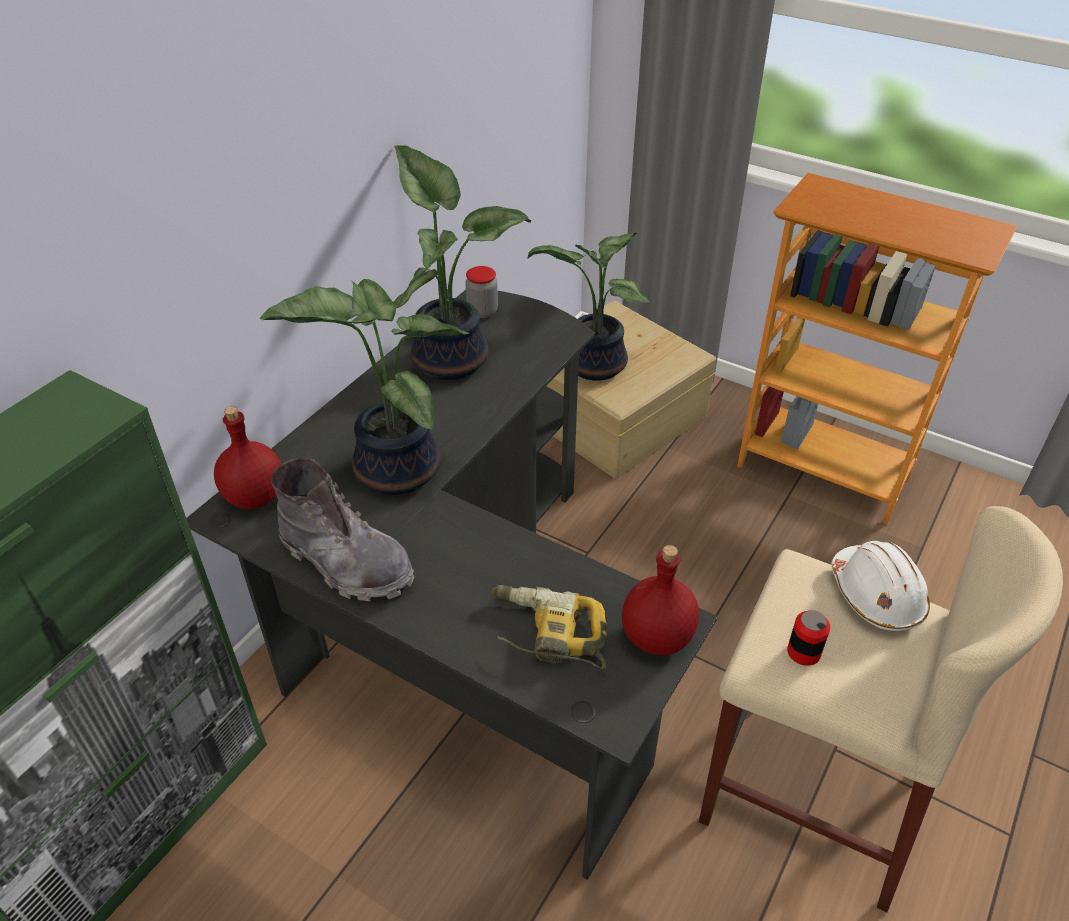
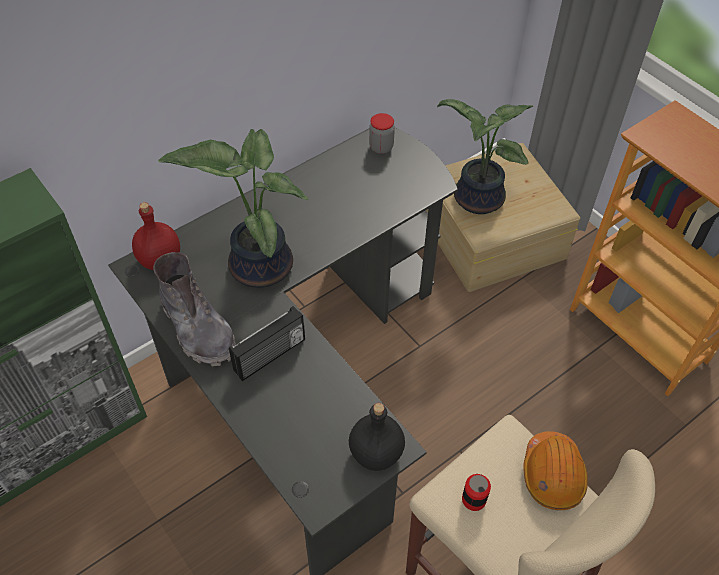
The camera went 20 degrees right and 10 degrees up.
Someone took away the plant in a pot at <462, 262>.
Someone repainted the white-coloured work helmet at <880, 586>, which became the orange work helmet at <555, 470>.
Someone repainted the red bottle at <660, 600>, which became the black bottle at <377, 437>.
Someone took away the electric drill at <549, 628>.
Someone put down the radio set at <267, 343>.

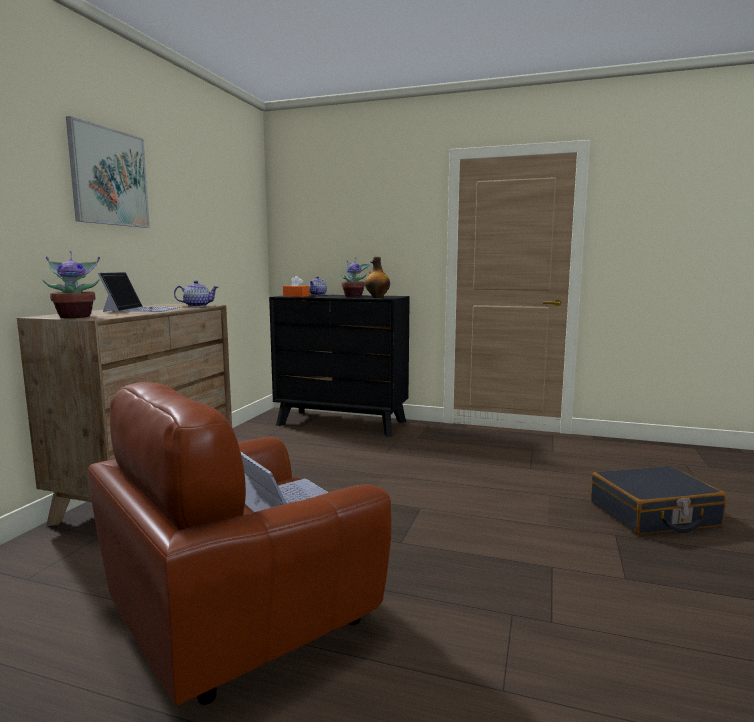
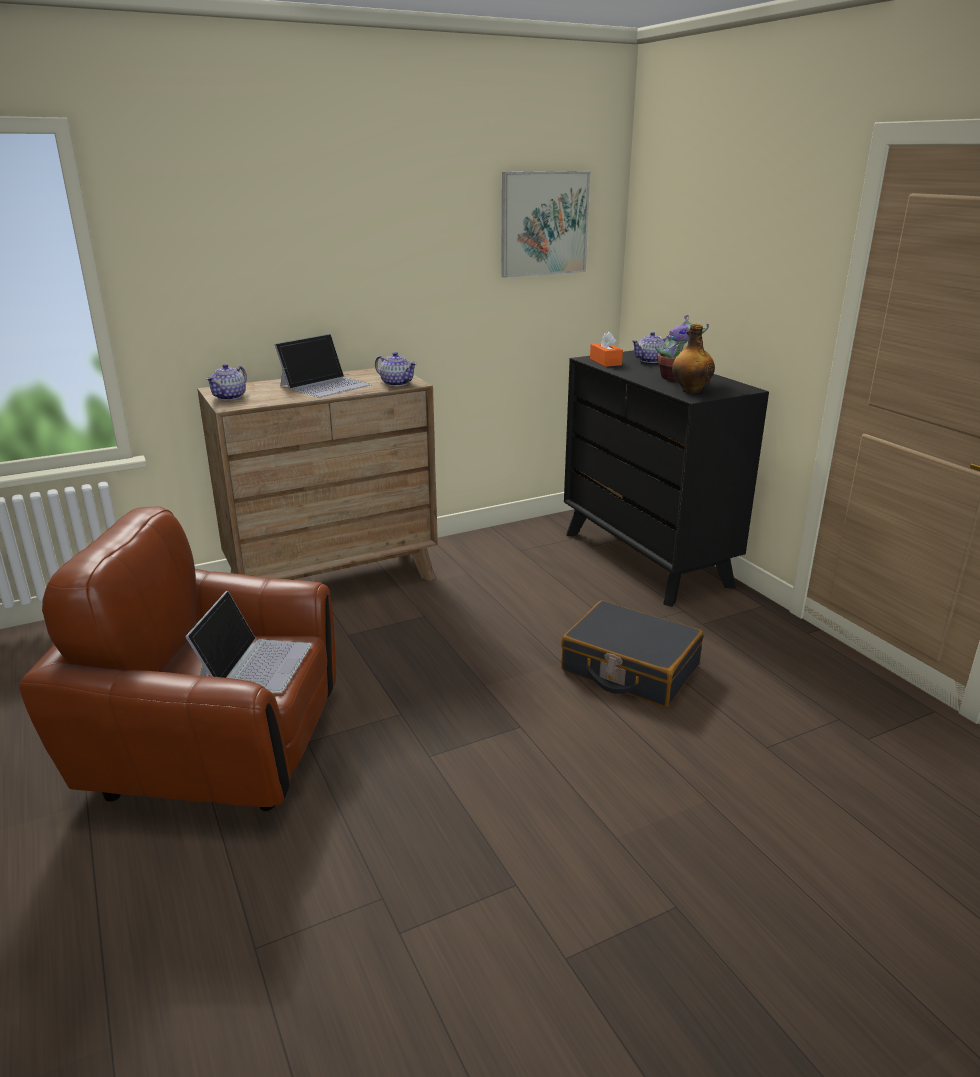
The camera went 45 degrees right and 15 degrees up.
Someone carried the wall art from <108, 172> to <545, 224>.
Someone swapped the plant in a pot at <71, 284> for the pot for tea at <226, 382>.
Someone carried the black piece of luggage from <658, 500> to <632, 654>.

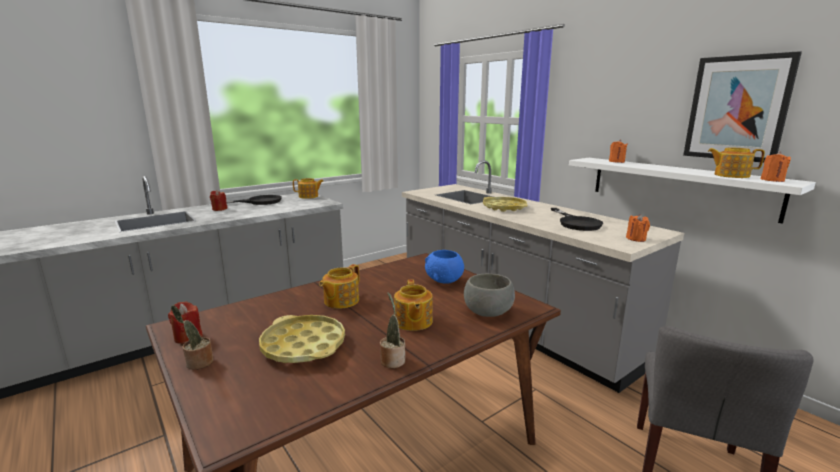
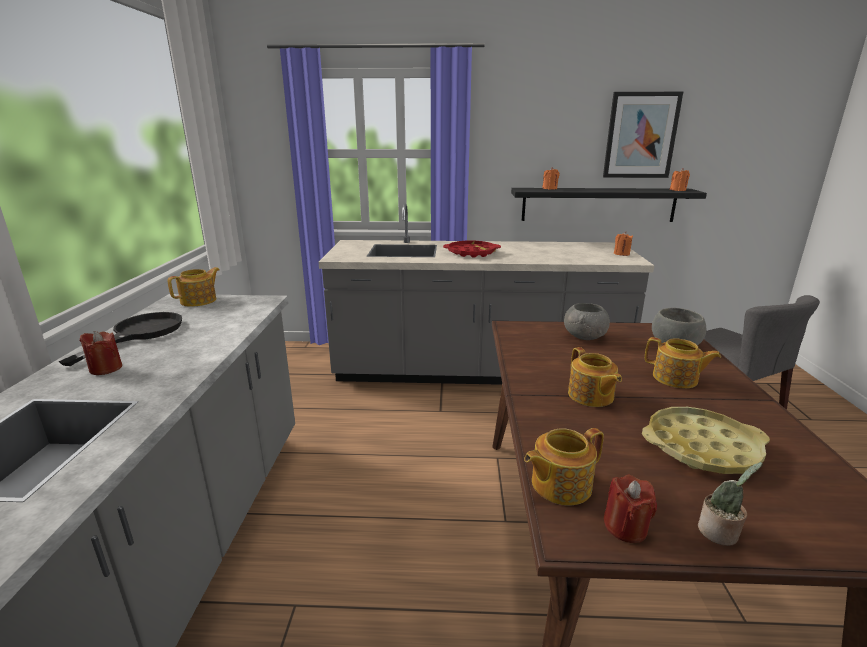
The camera went 50 degrees left and 5 degrees up.
Someone carried the pot for tea from <736, 163> to <564, 467>.
Someone repainted the white-coloured wall shelf at <692, 191>, which became the black wall shelf at <609, 205>.
Someone repainted the yellow serving tray at <505, 204>, which became the red serving tray at <472, 249>.
Someone took away the black skillet at <577, 219>.
Someone repainted the bluish serving bowl at <444, 267>, which became the greyish serving bowl at <587, 321>.
Someone took away the plant in a pot at <392, 330>.

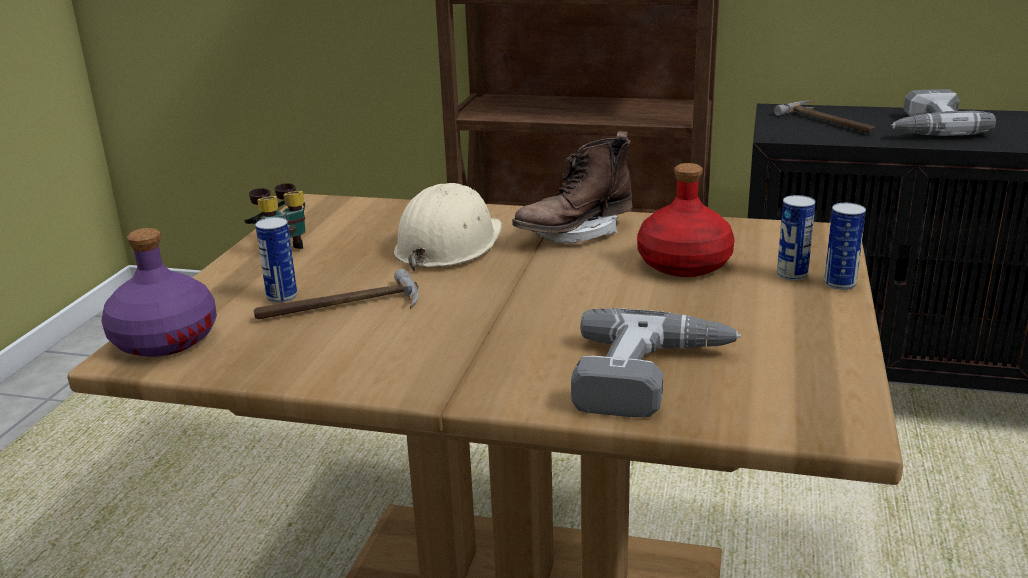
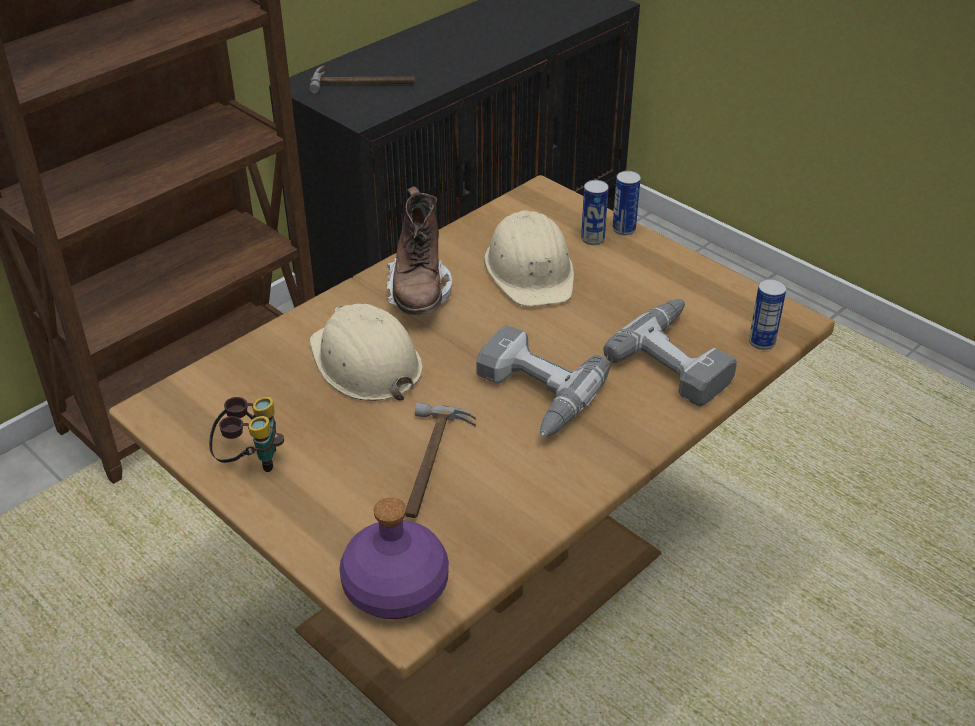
The camera went 60 degrees left and 15 degrees up.
Someone carried the electric drill from <943, 112> to <543, 381>.
Someone swapped the red bottle at <685, 220> for the sand-coloured work helmet at <529, 258>.
Someone carried the metal can from <276, 260> to <768, 314>.

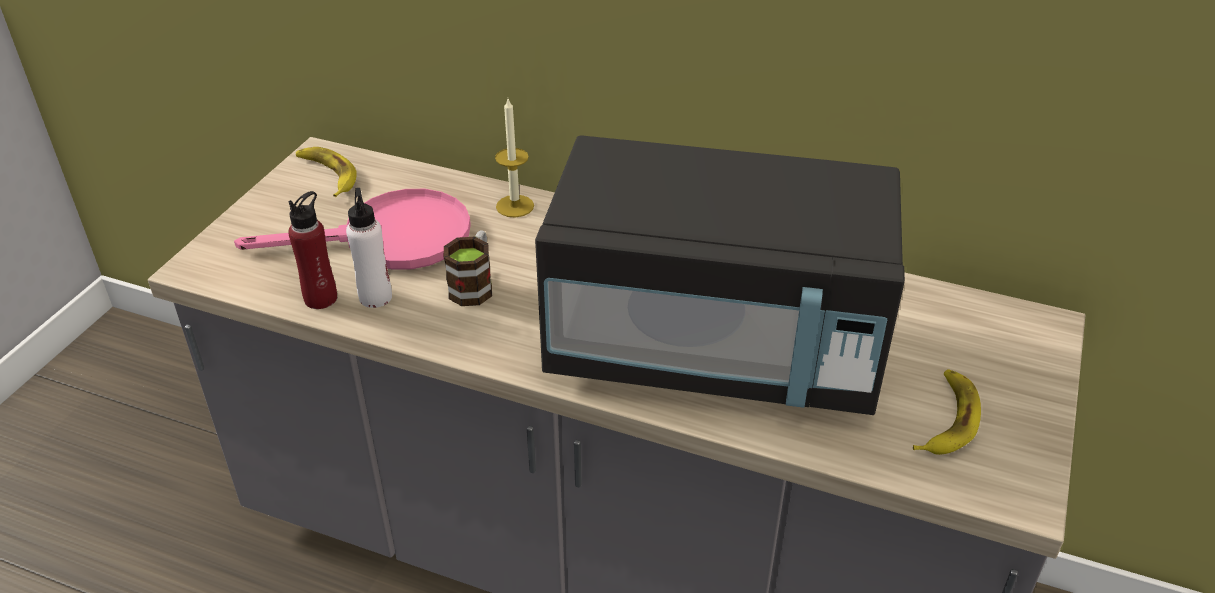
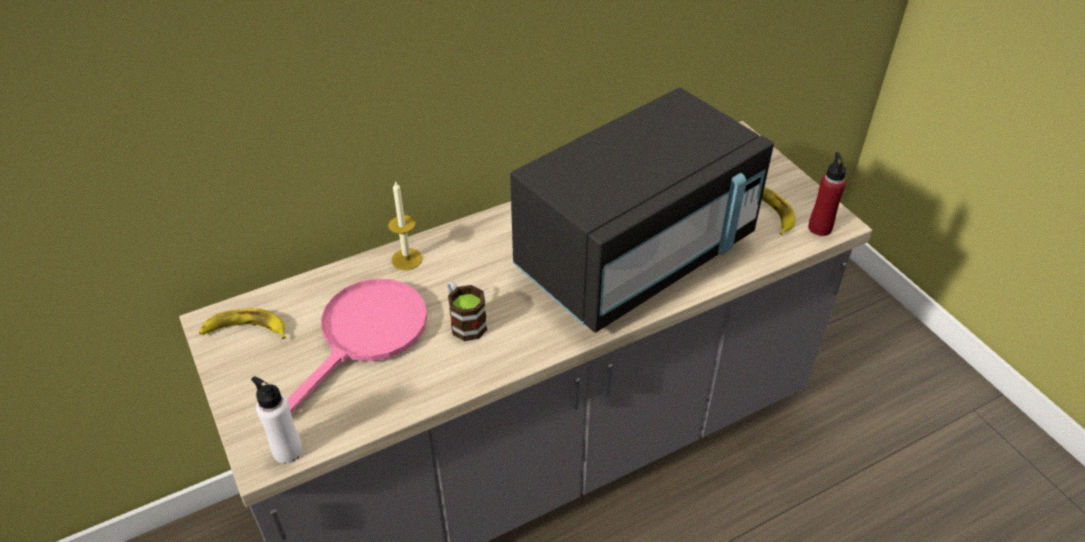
The camera went 50 degrees left and 5 degrees up.
Someone carried the white-coloured bottle from <369, 248> to <277, 420>.
Someone carried the red bottle from <312, 250> to <827, 194>.

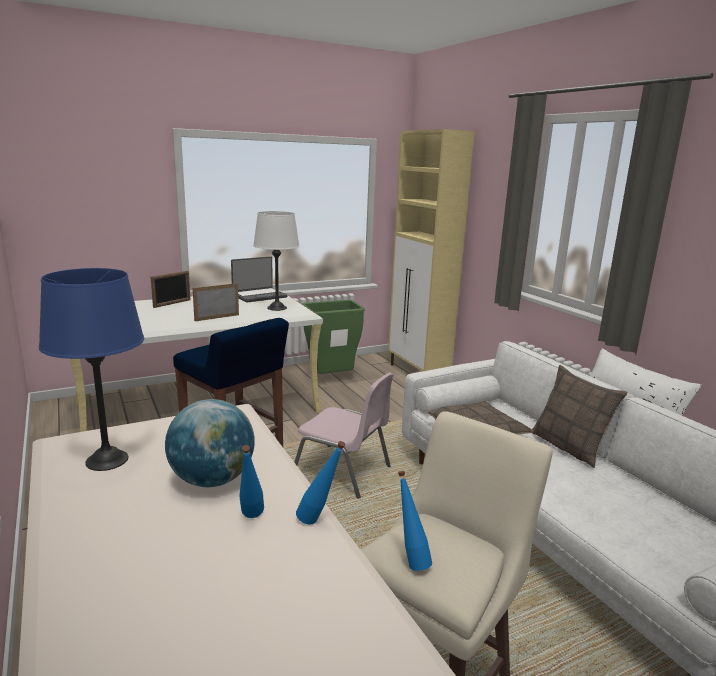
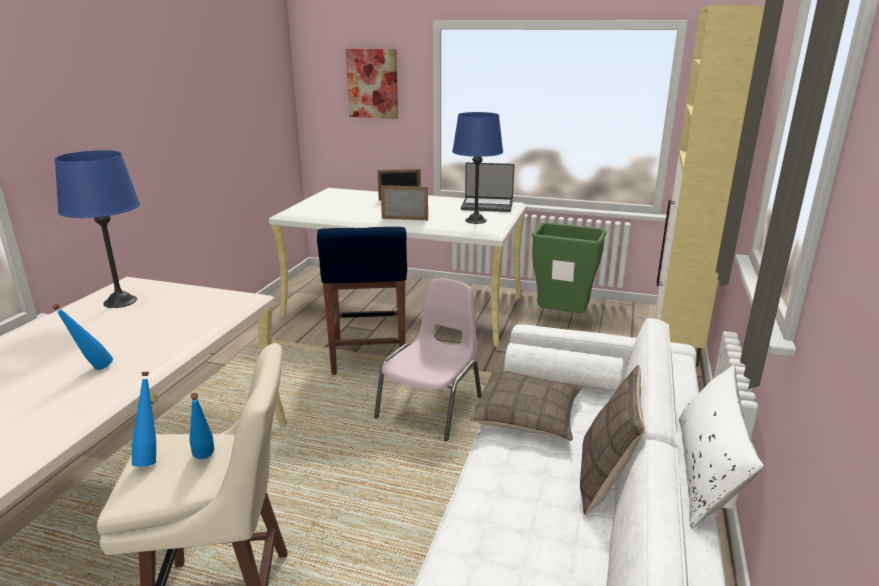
The camera went 45 degrees right and 5 degrees up.
Someone repainted the white-coloured lamp for a table at <276, 261>, which became the bluish lamp for a table at <477, 168>.
Someone rotated the pink chair at <343, 436> by 135 degrees counterclockwise.
Someone took away the world globe at <210, 443>.
Someone carried the bluish bottle from <320, 482> to <202, 426>.
Someone put up the wall art at <372, 84>.

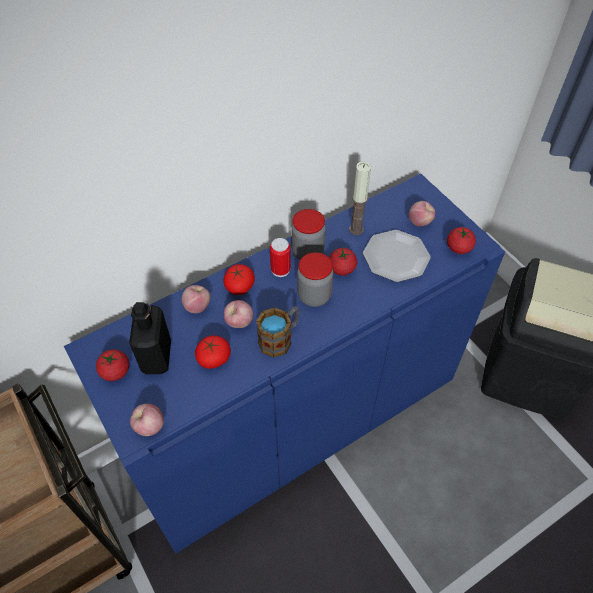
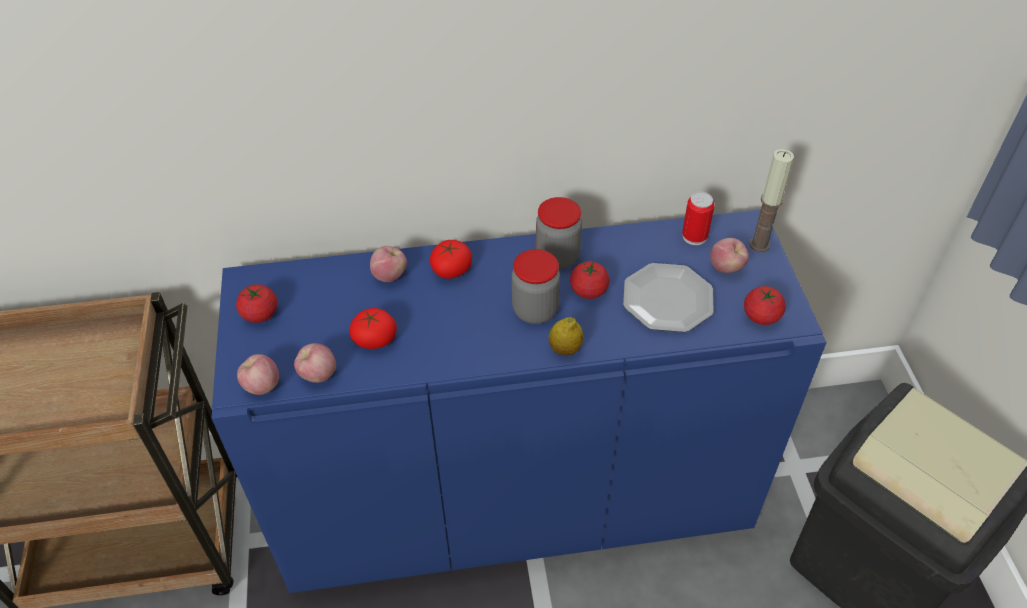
The camera went 25 degrees right and 5 degrees down.
Someone carried the wax candle from <360, 198> to <771, 200>.
Someone carried the metal can from <280, 257> to <698, 218>.
Someone carried the apple fruit from <238, 314> to <315, 363>.
Someone took away the black bottle at <150, 338>.
Someone took away the coffee mug at <278, 332>.
Someone put down the lemon at <566, 336>.

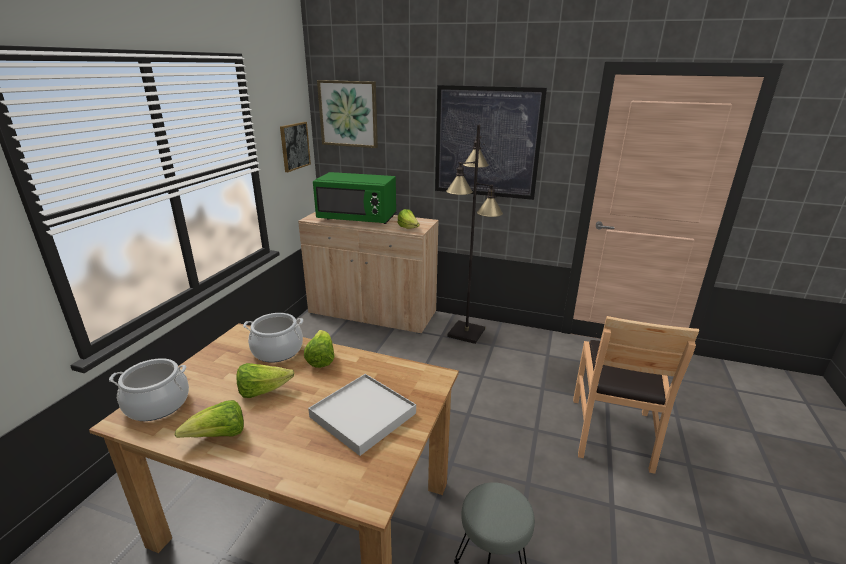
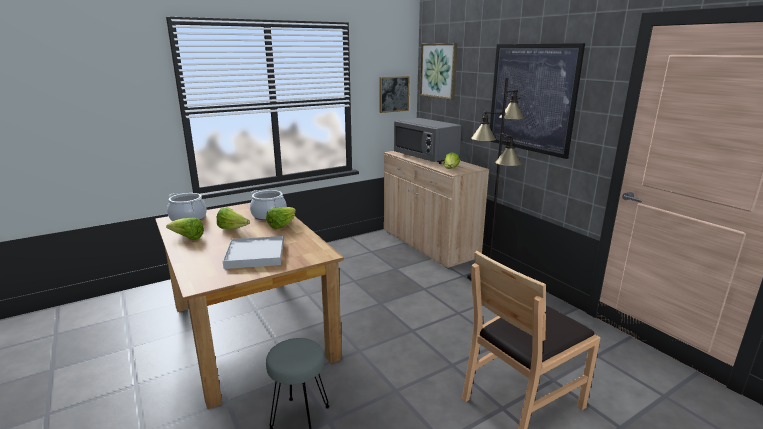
The camera went 40 degrees right and 5 degrees down.
Someone repainted the green-coloured microwave at <355, 198>, which became the greyish microwave at <428, 141>.

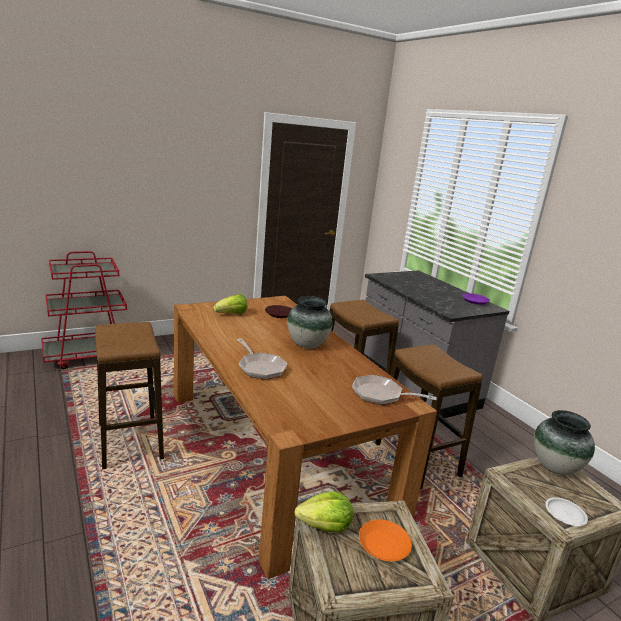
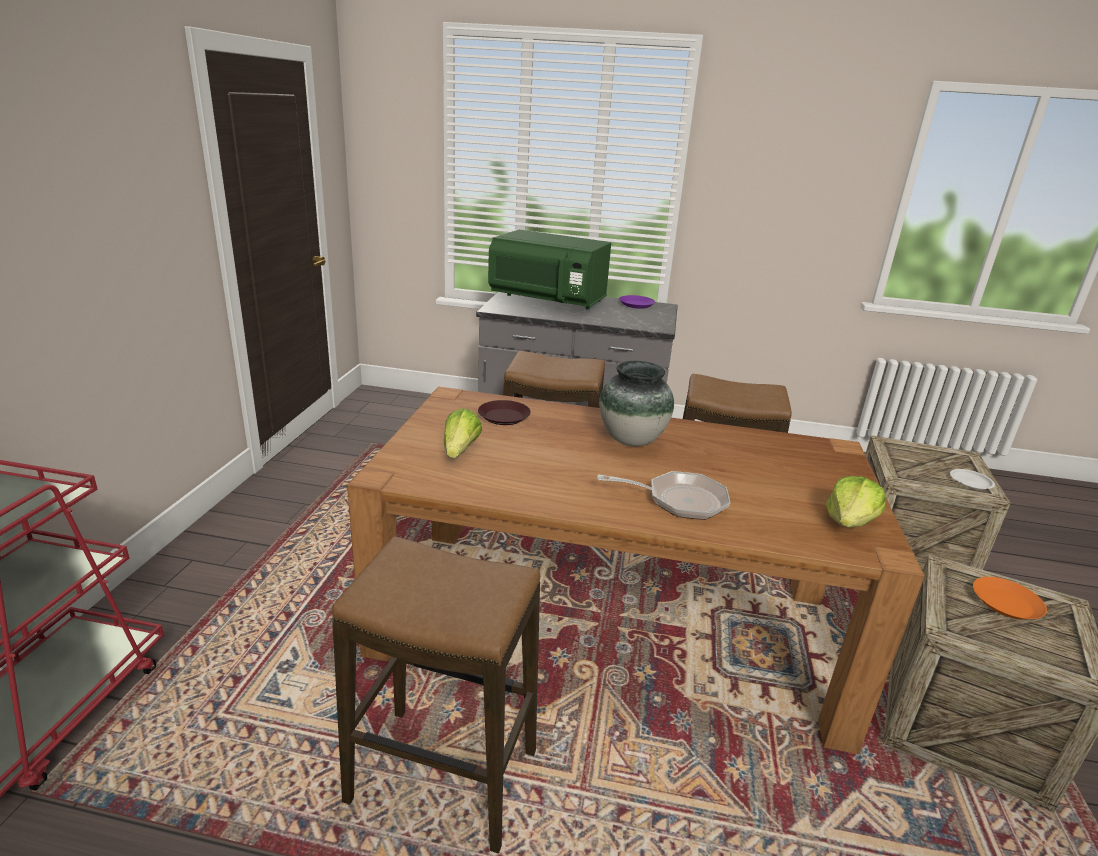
The camera went 50 degrees left and 5 degrees up.
Someone took away the skillet at <394, 390>.
Someone took away the vase at <564, 442>.
Someone carried the lettuce from <323, 512> to <856, 502>.
Someone put down the green-coloured microwave at <549, 269>.

